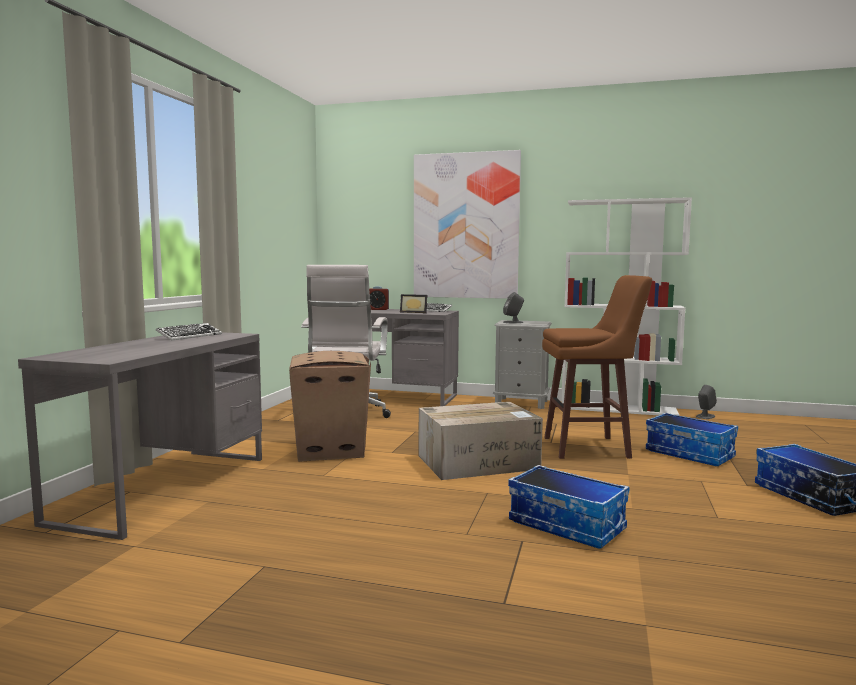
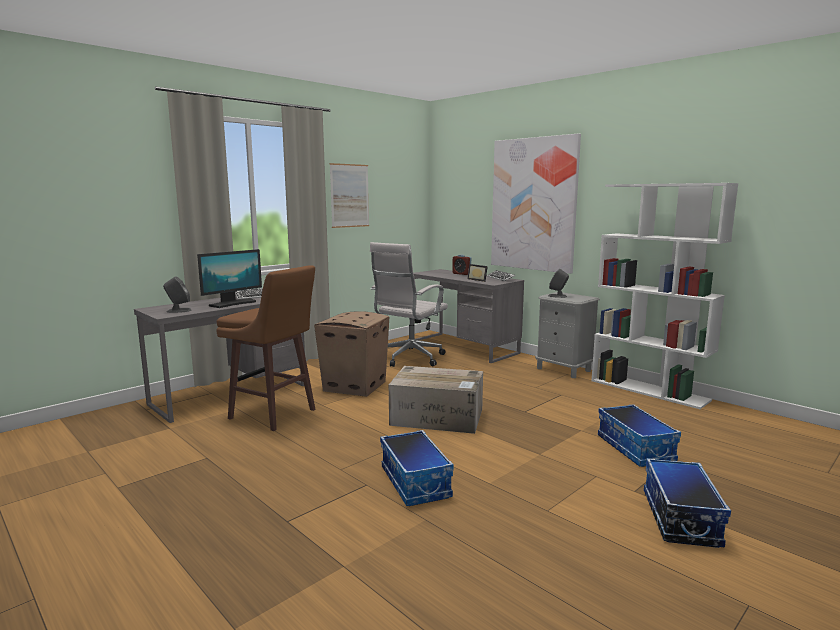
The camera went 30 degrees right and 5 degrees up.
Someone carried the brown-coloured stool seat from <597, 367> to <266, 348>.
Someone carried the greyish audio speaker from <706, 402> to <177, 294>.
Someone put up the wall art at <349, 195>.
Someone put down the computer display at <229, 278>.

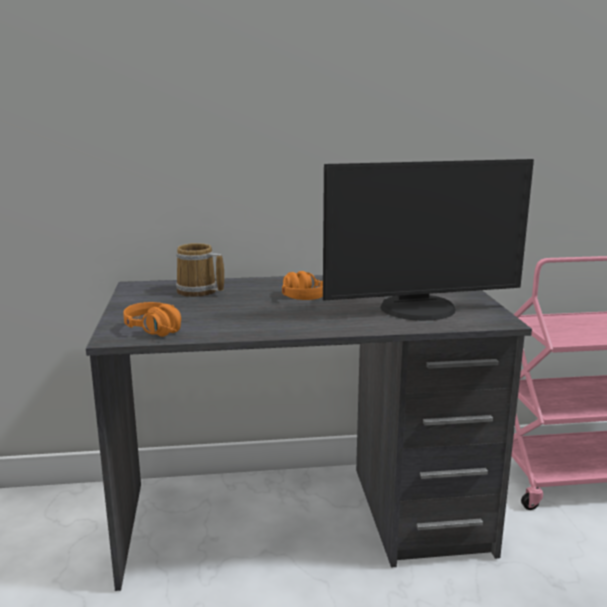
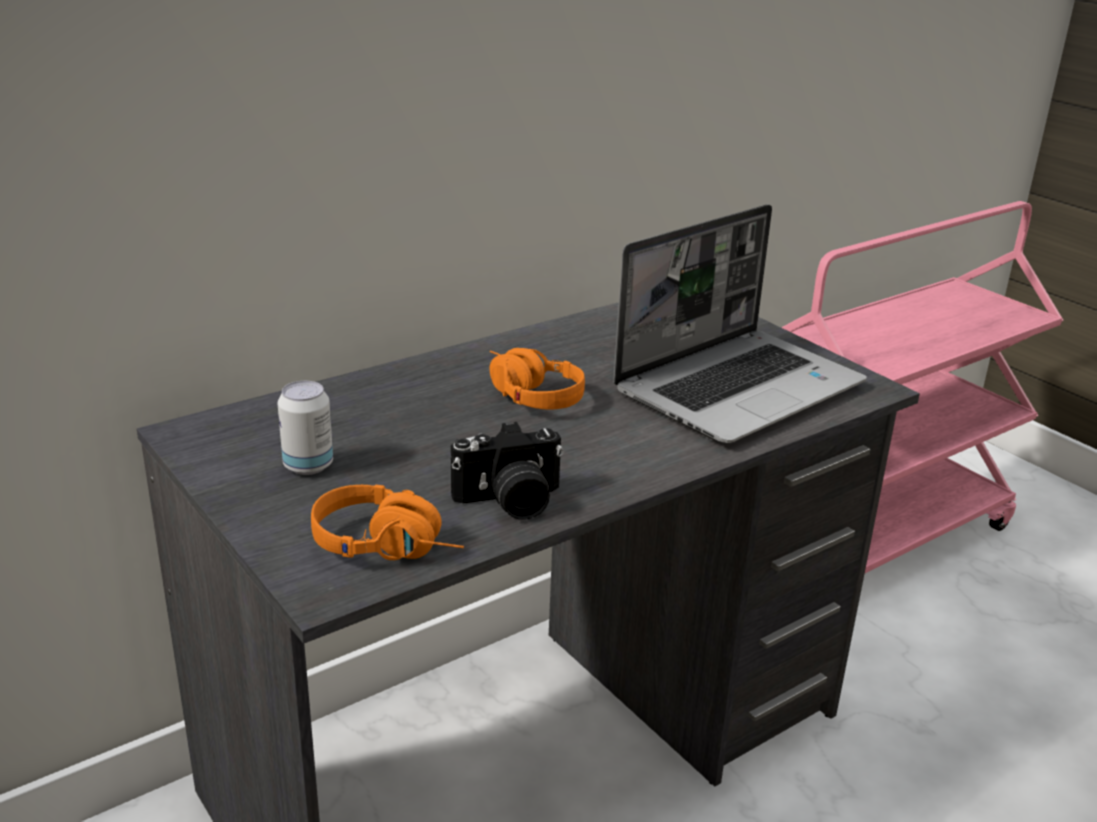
The camera went 30 degrees left and 10 degrees up.
Someone swapped the computer display at <428, 240> for the portable computer at <740, 323>.
Someone took away the coffee mug at <200, 270>.
Someone put down the metal can at <305, 428>.
Someone put down the photo camera at <507, 471>.

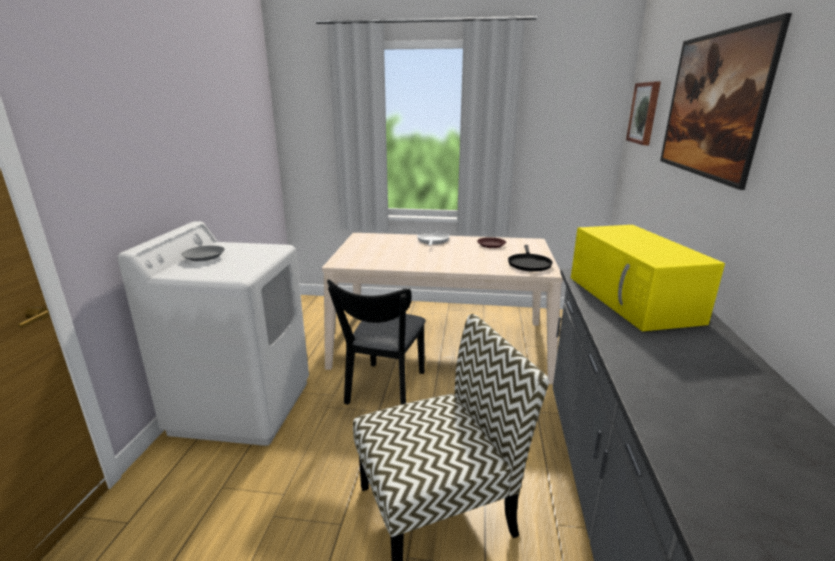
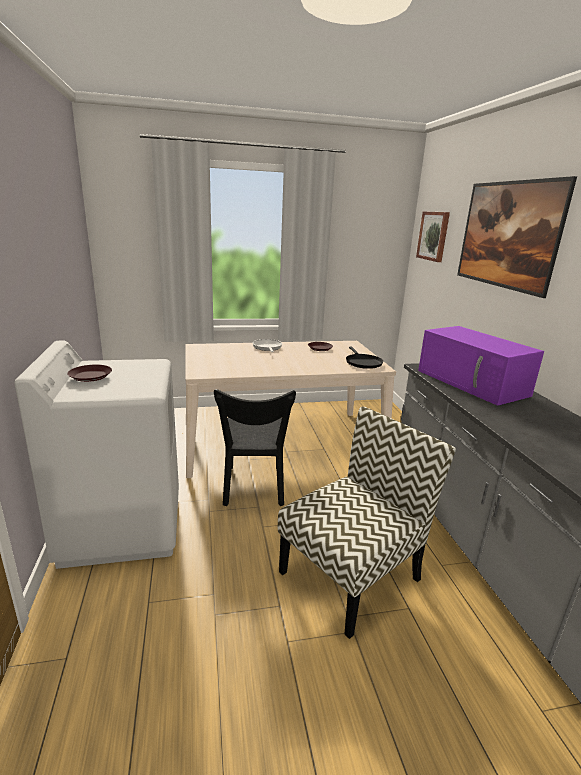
The camera went 20 degrees left and 0 degrees up.
Someone repainted the yellow microwave at <648, 278>, which became the purple-coloured microwave at <481, 366>.
Someone repainted the greyish dinner plate at <203, 253>, which became the brown-coloured dinner plate at <89, 373>.

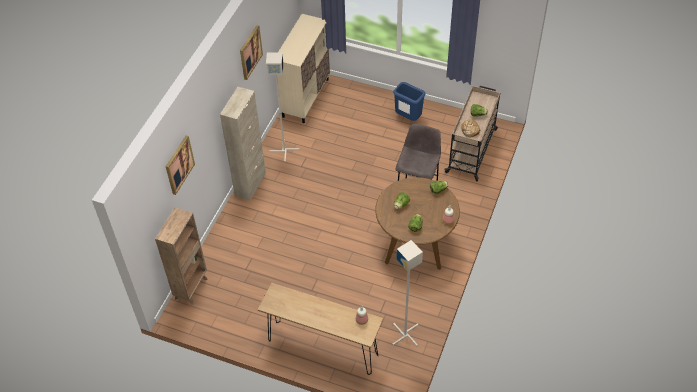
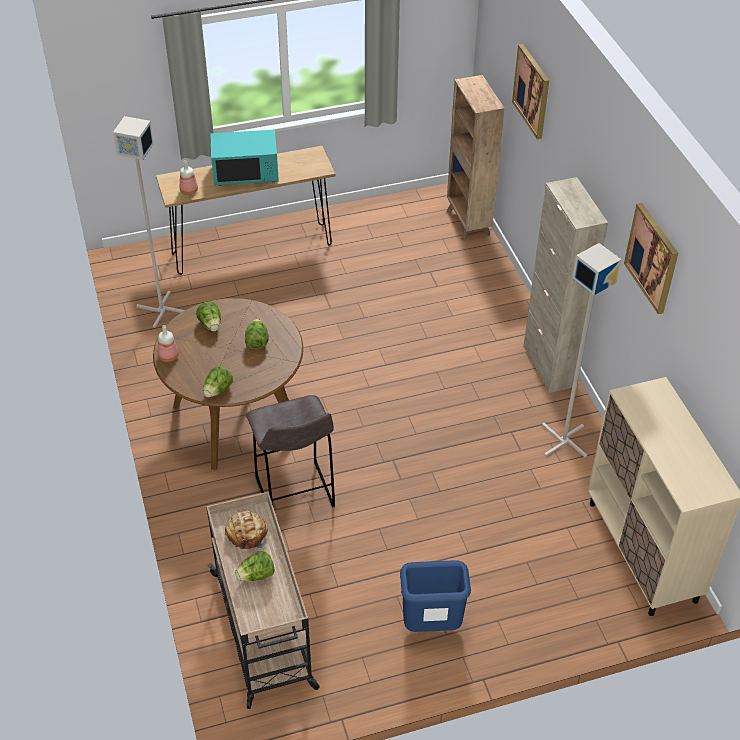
The camera went 140 degrees right and 5 degrees down.
Someone put down the turquoise-coloured microwave at <244, 158>.

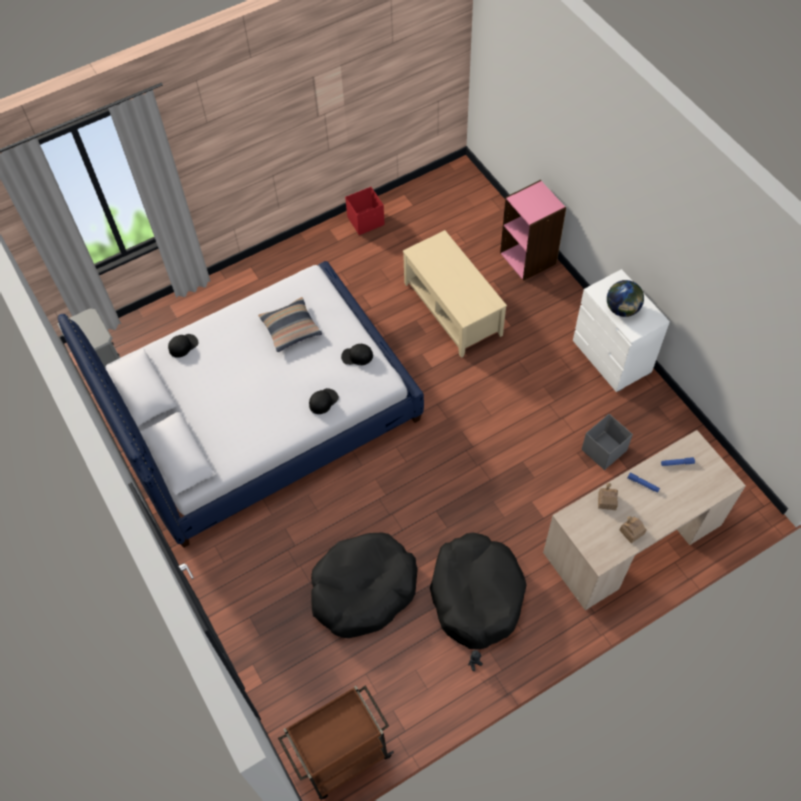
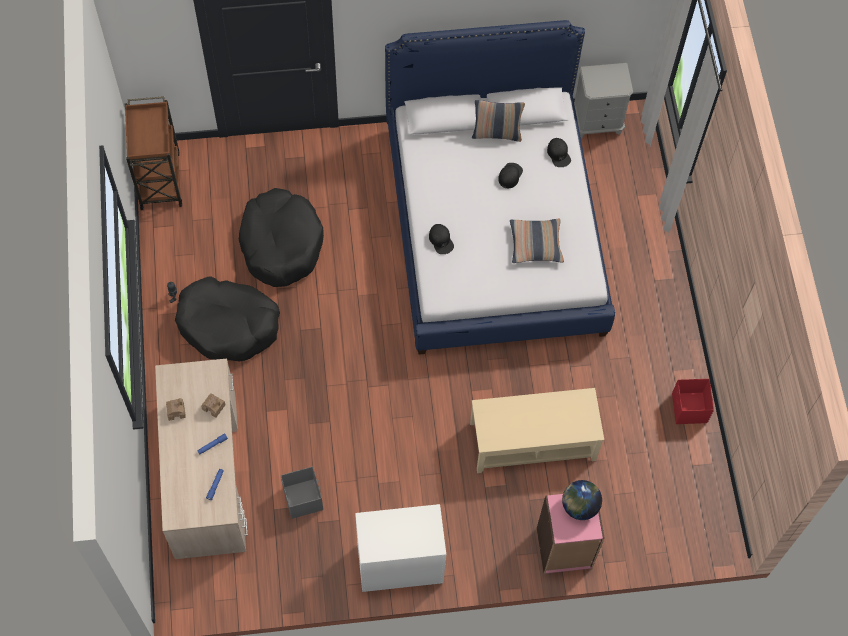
The camera went 110 degrees right and 5 degrees up.
Someone carried the world globe from <625, 298> to <582, 500>.
Someone carried the black peaked cap from <357, 354> to <510, 175>.
Someone put down the pillow at <498, 121>.

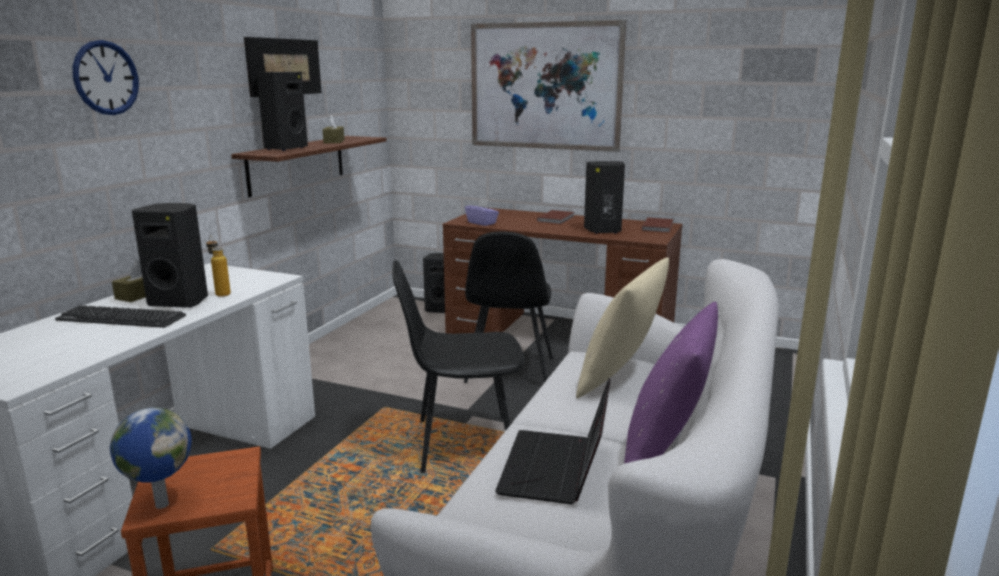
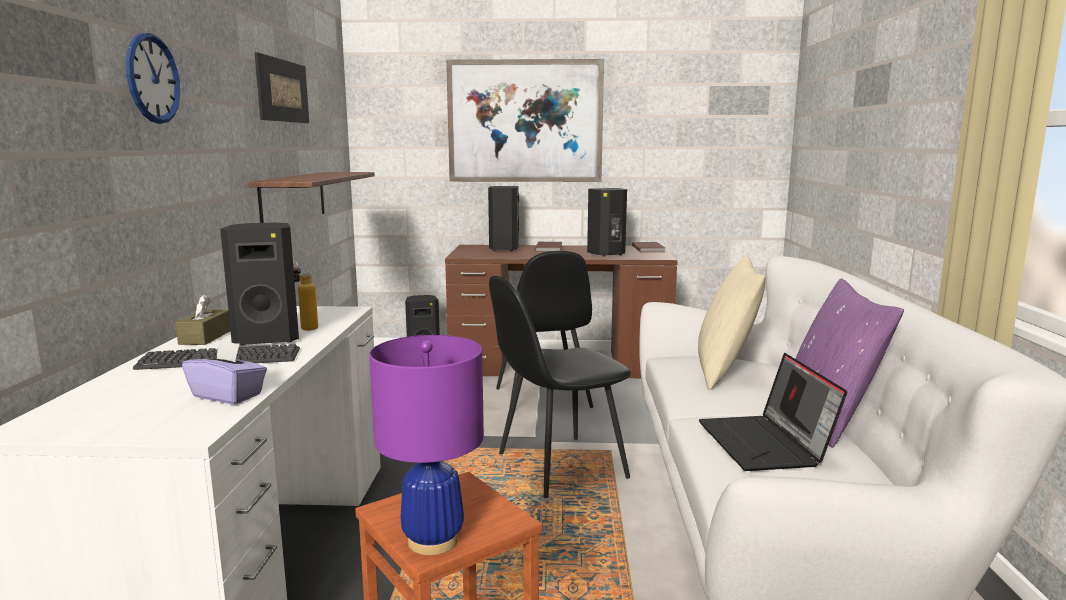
The camera went 20 degrees left and 5 degrees down.
Someone carried the black audio speaker from <282, 111> to <503, 218>.
Someone took away the brown-coloured tissue box at <334, 129>.
Someone carried the purple-coloured tissue box from <482, 212> to <224, 372>.
Someone swapped the world globe at <151, 458> for the purple-coloured lamp for a table at <426, 445>.

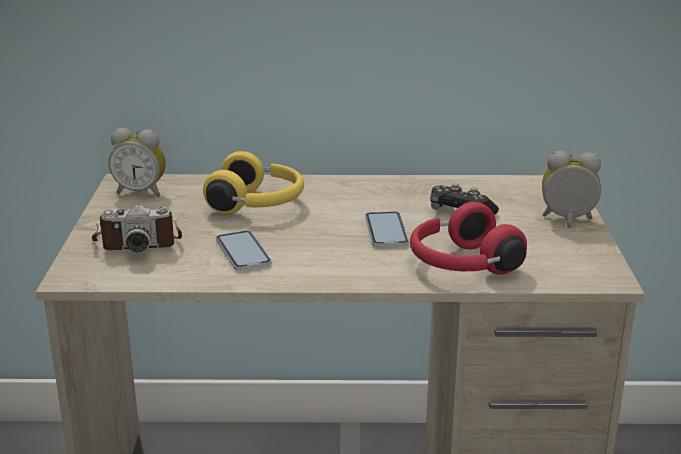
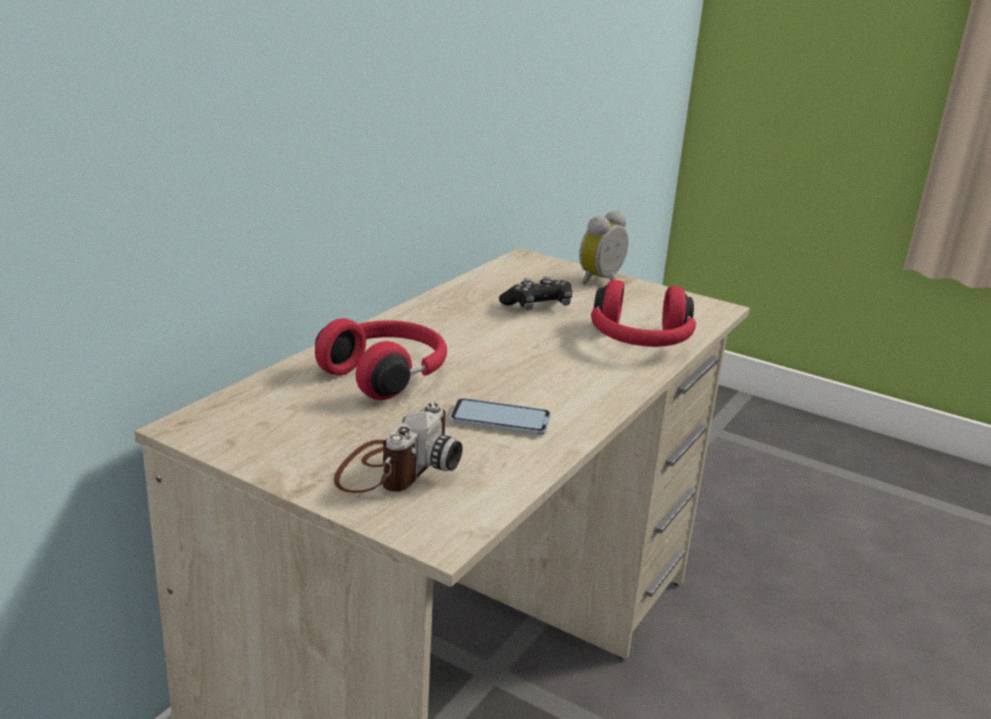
The camera went 60 degrees left and 0 degrees up.
Someone took away the table clock at <137, 162>.
Someone repainted the yellow headset at <253, 182>, which became the red headset at <381, 359>.
Someone took away the handset at <387, 229>.

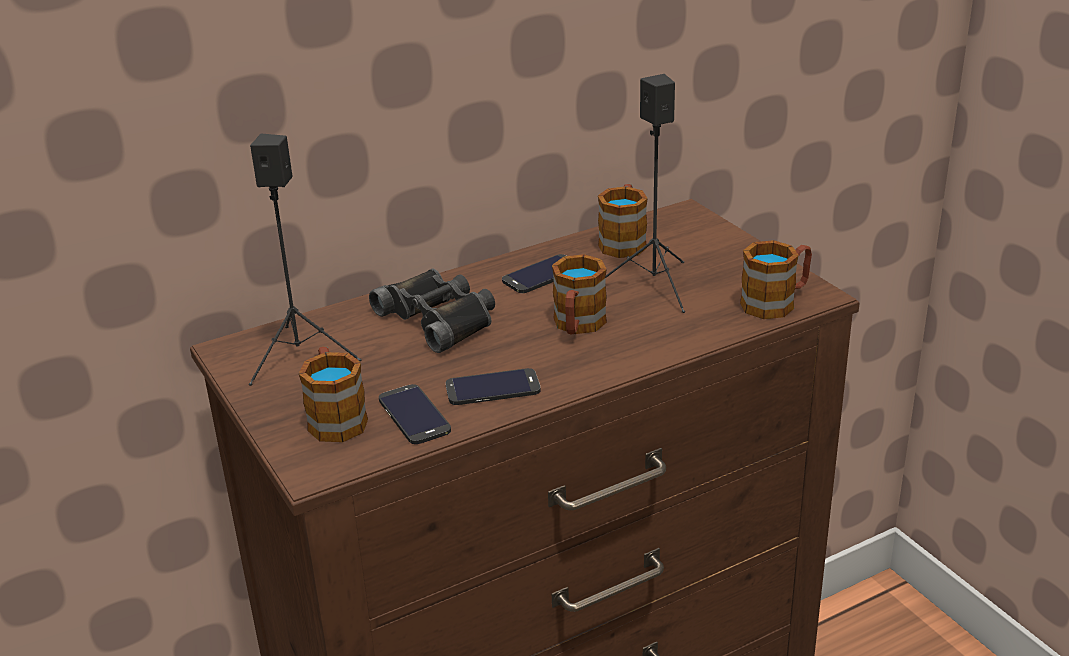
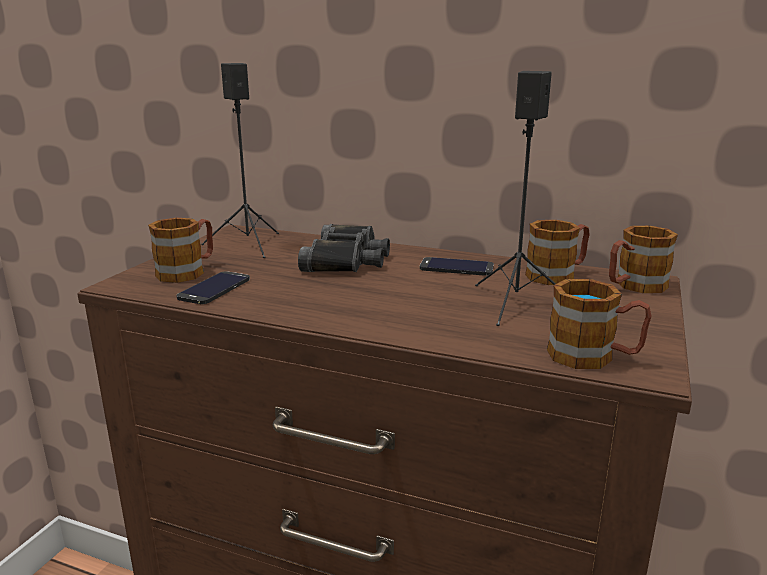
The camera went 50 degrees right and 10 degrees down.
Someone carried the coffee mug from <579, 294> to <643, 259>.
Someone took away the handset at <493, 386>.

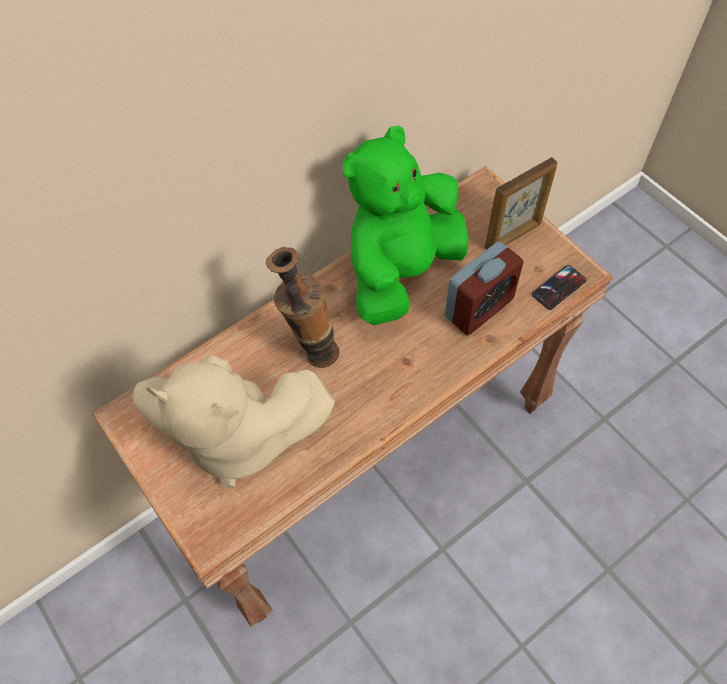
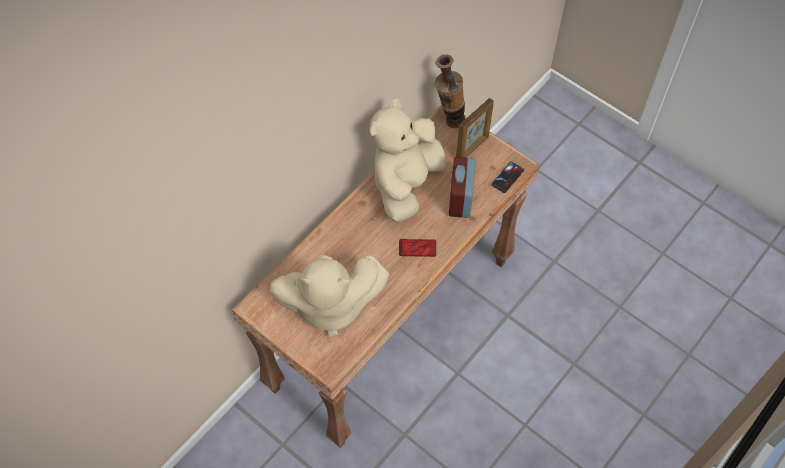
The camera went 15 degrees left and 0 degrees up.
Someone repainted the green-coloured cuddly toy at <406, 225>, which became the sand-coloured cuddly toy at <408, 160>.
Someone rotated the table clock at <484, 288> by 150 degrees clockwise.
Someone carried the vase from <302, 307> to <450, 91>.
Someone put down the handset at <417, 248>.

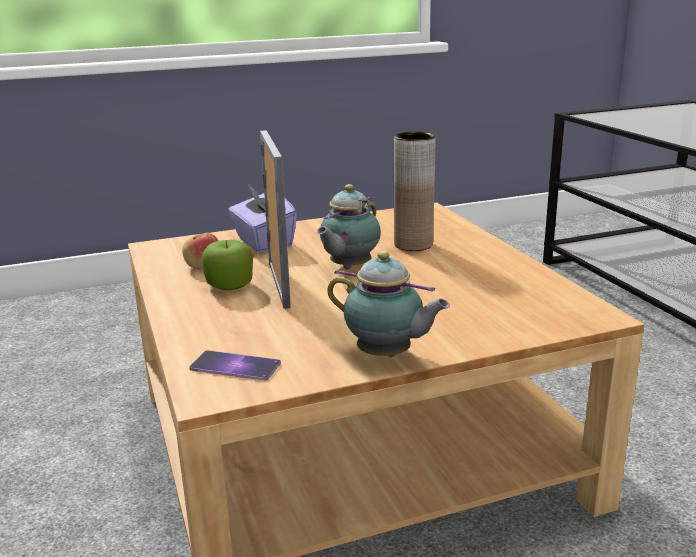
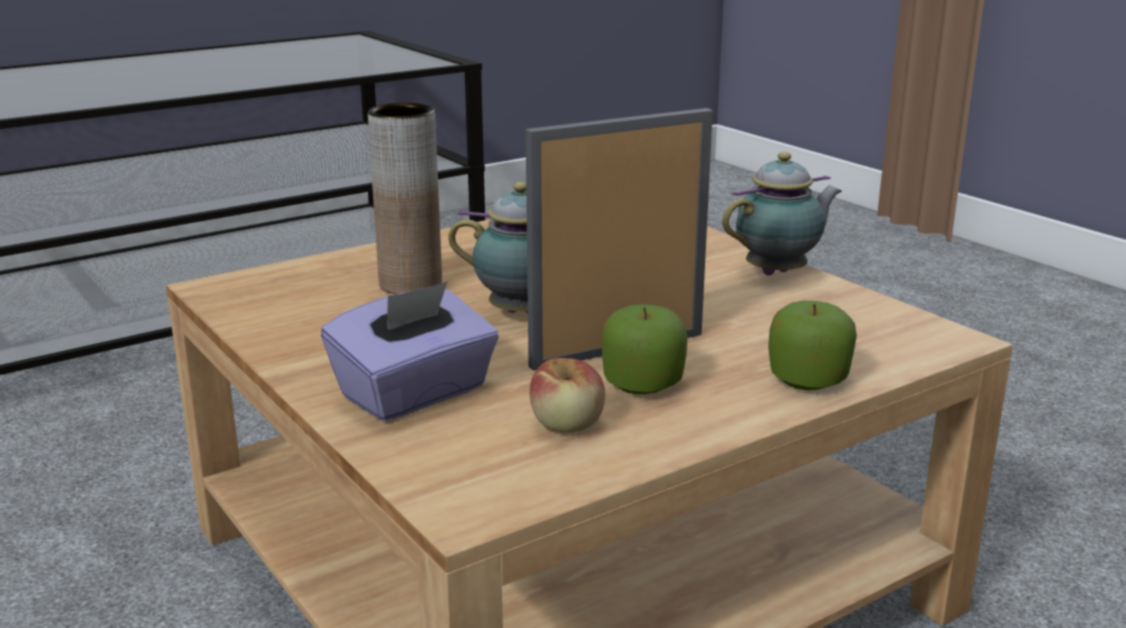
The camera went 105 degrees left and 0 degrees up.
Someone rotated the pot for tea at <388, 304> by 45 degrees clockwise.
Someone took away the handset at <235, 365>.
Someone put down the apple fruit at <812, 345>.

